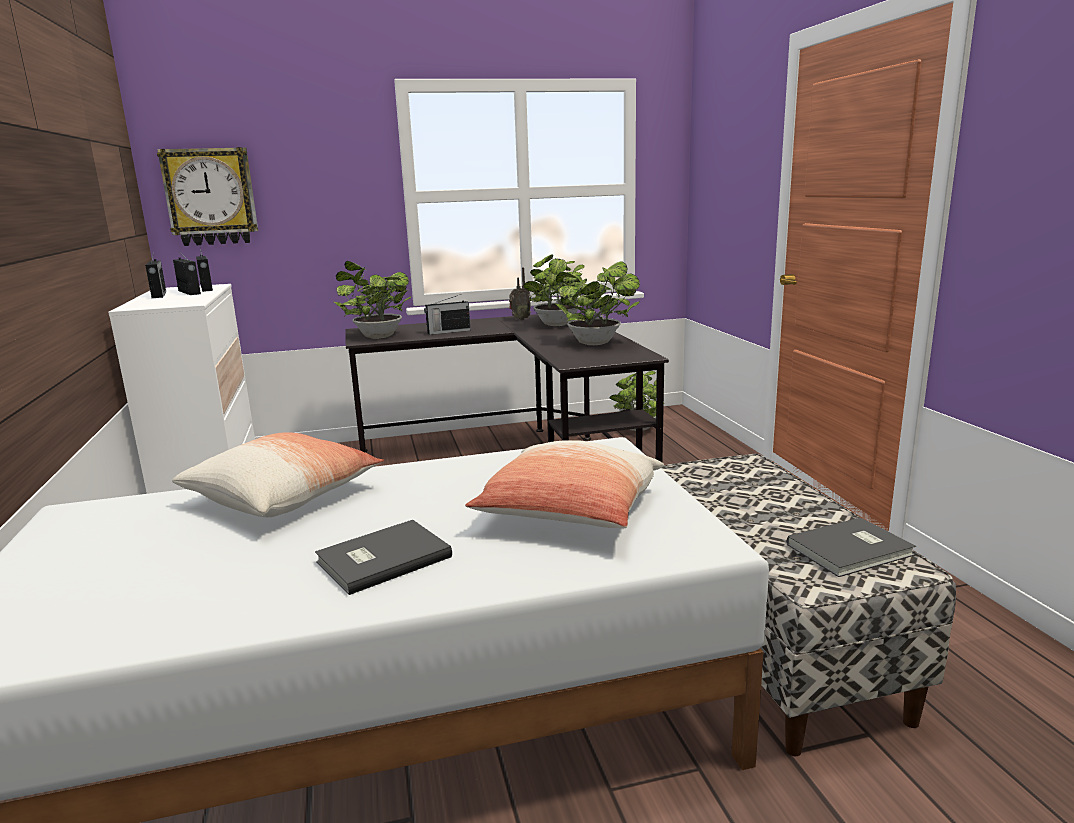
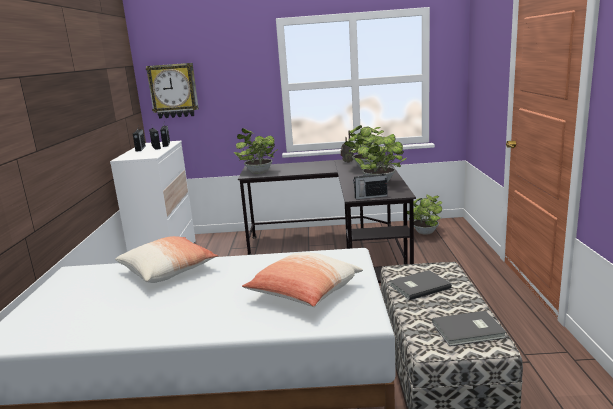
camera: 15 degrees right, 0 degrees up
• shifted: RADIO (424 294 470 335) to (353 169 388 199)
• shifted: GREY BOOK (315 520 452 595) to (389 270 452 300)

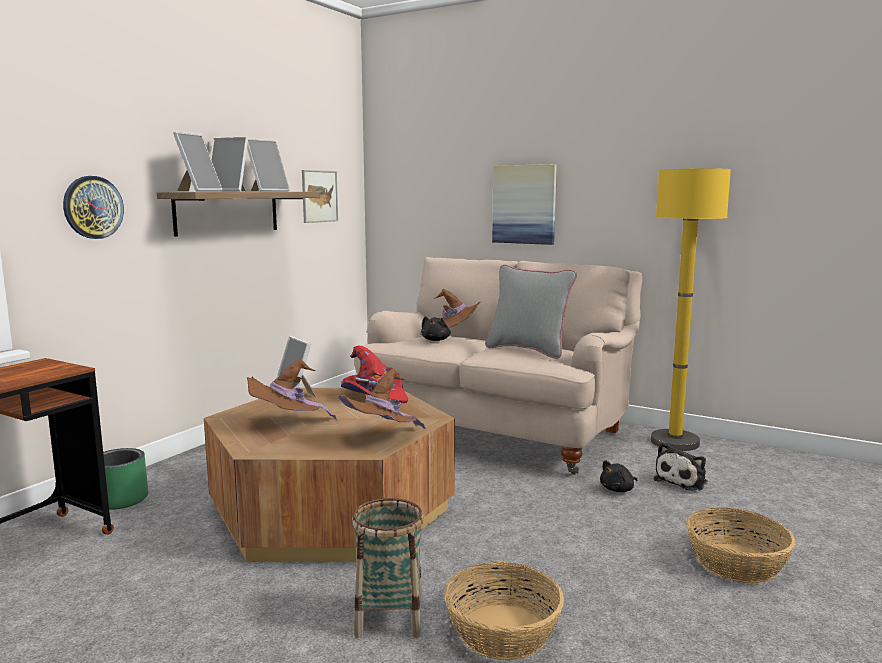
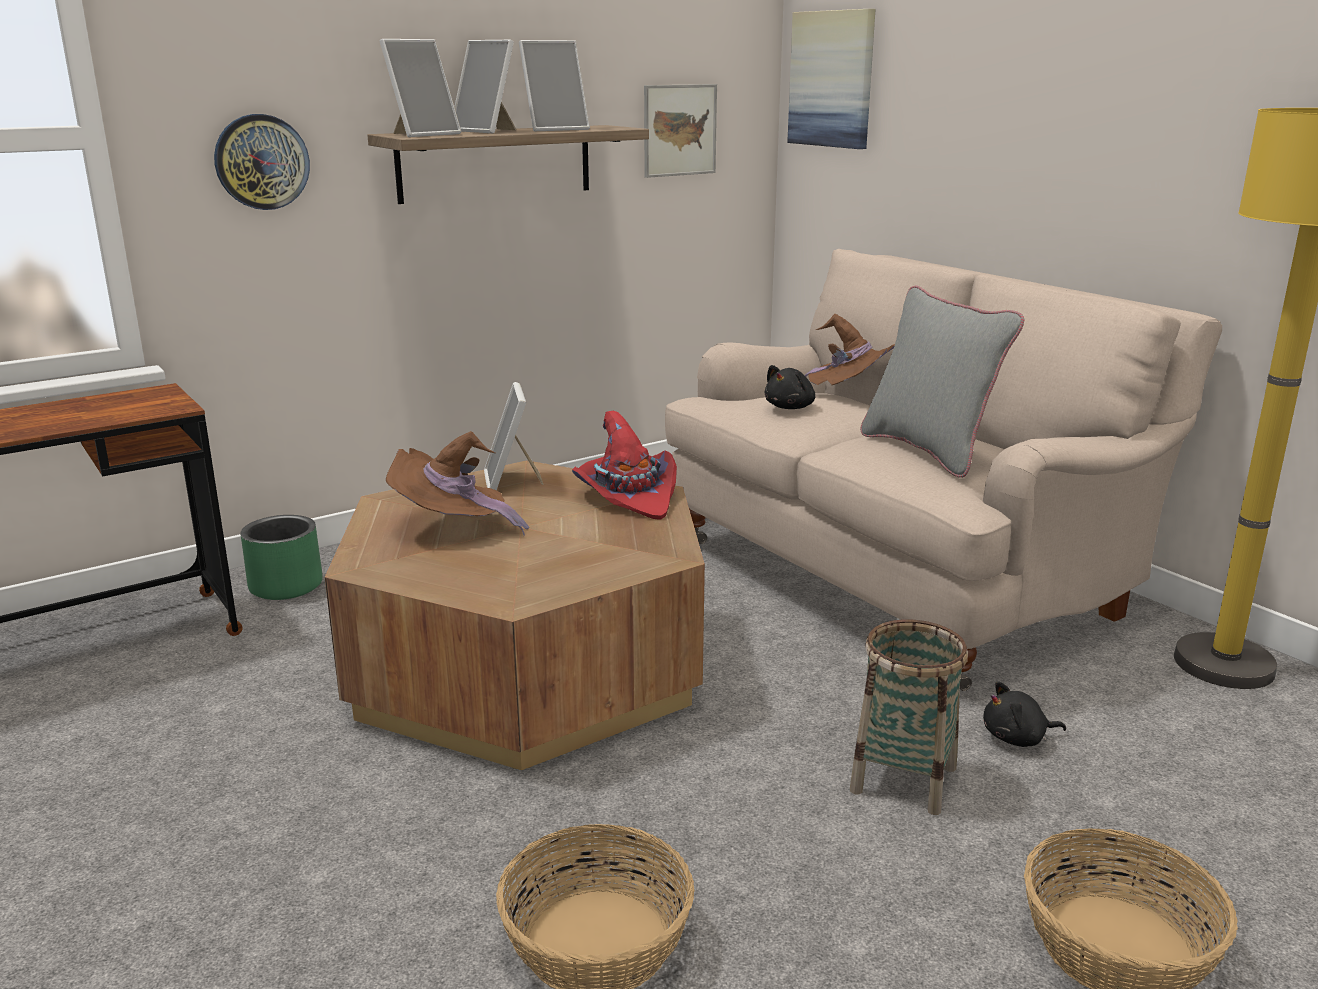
camera: 25 degrees right, 10 degrees up
• shifted: PICTURE (492 164 557 245) to (787 9 875 149)
• gone: BROWN HAT (338 368 426 429)
• gone: PLUSH TOY (654 442 708 491)
• shifted: BASKET (352 498 424 638) to (850 619 968 815)

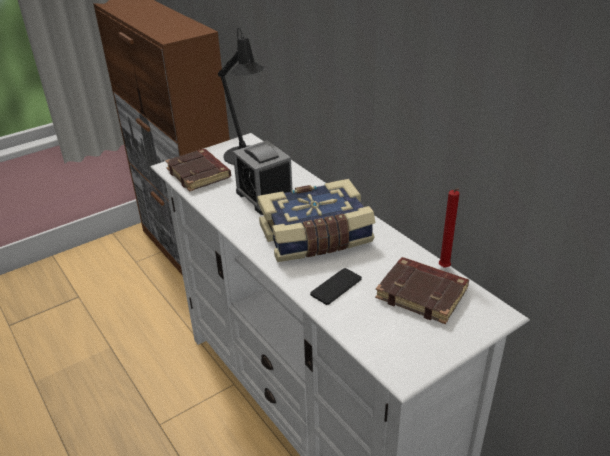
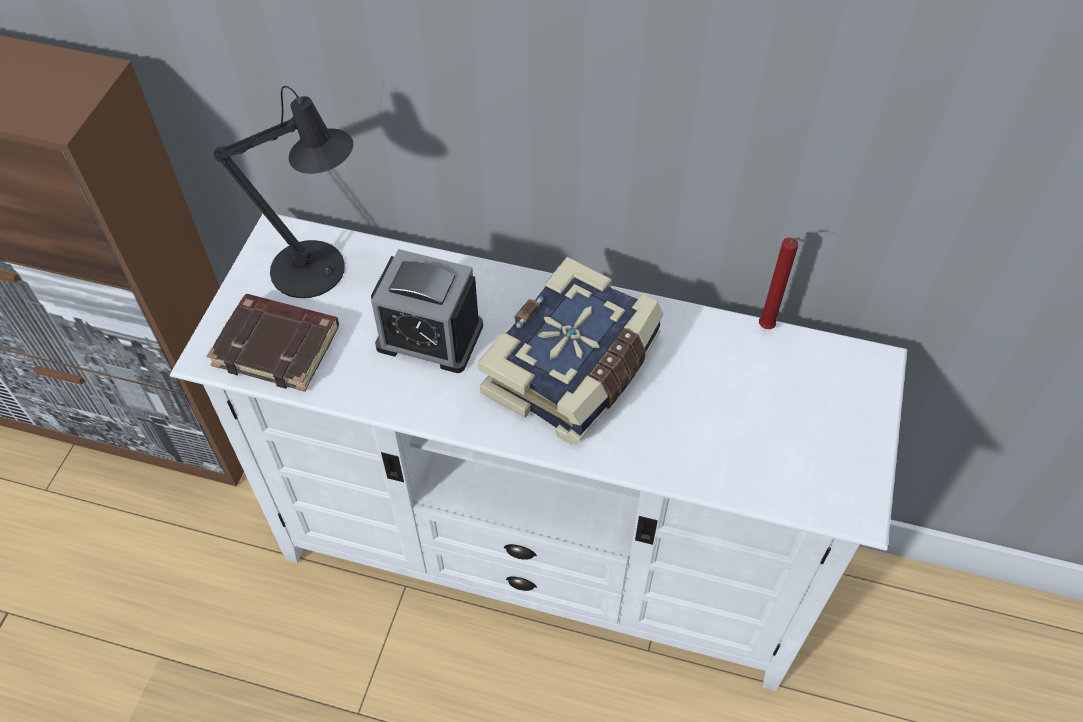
camera: 40 degrees left, 20 degrees up
• gone: BROWN BOOK (375 257 469 324)
• gone: PHONE (310 268 362 305)

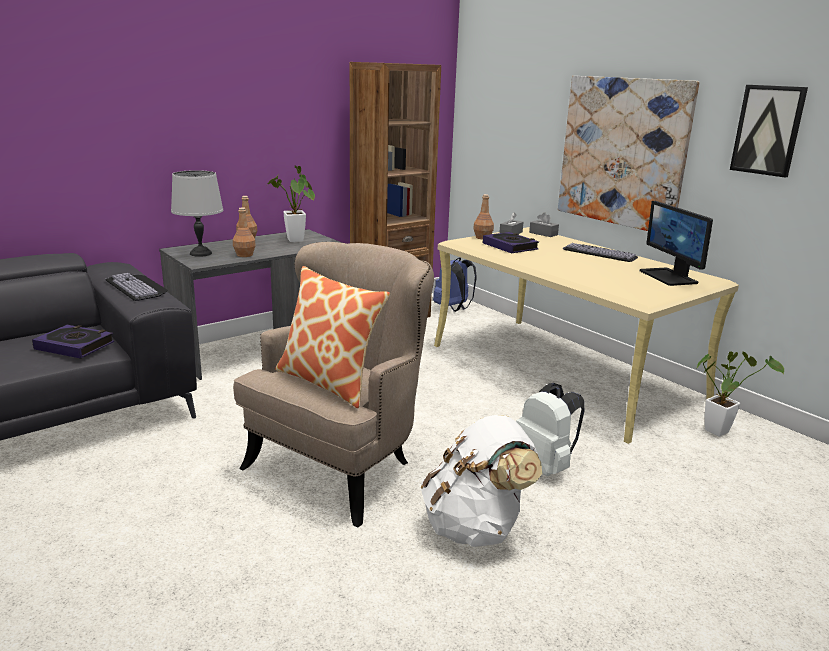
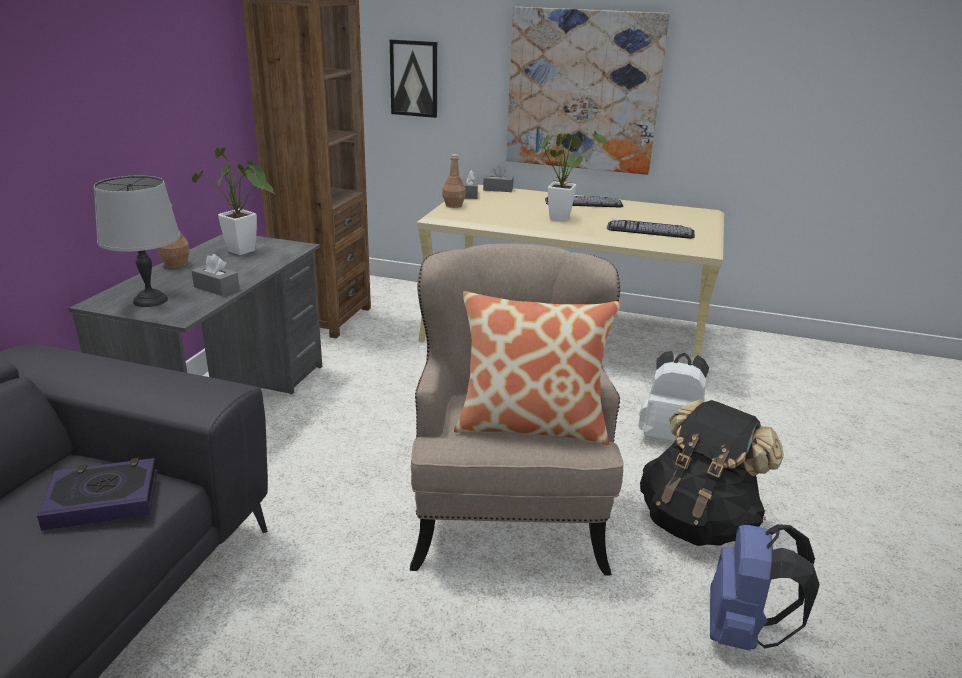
camera: 35 degrees left, 5 degrees up
• shifted: PICTURE (730 85 808 178) to (390 39 437 118)
• gone: MONITOR (640 201 713 286)
• swapped: BROWN BOTTLE (233 207 256 257) to GREY TISSUE BOX (192 254 239 296)
• gone: BOOK (483 232 539 253)
• shifted: BLUE BACKPACK (433 257 477 312) to (710 524 820 651)
• shifted: KEYBOARD (105 273 168 301) to (607 220 695 239)
• shifted: POTTED PLANT (697 352 784 437) to (541 130 608 222)
• repainted: WHITE BACKPACK (421 415 542 547) to BLACK BACKPACK (640 400 784 546)

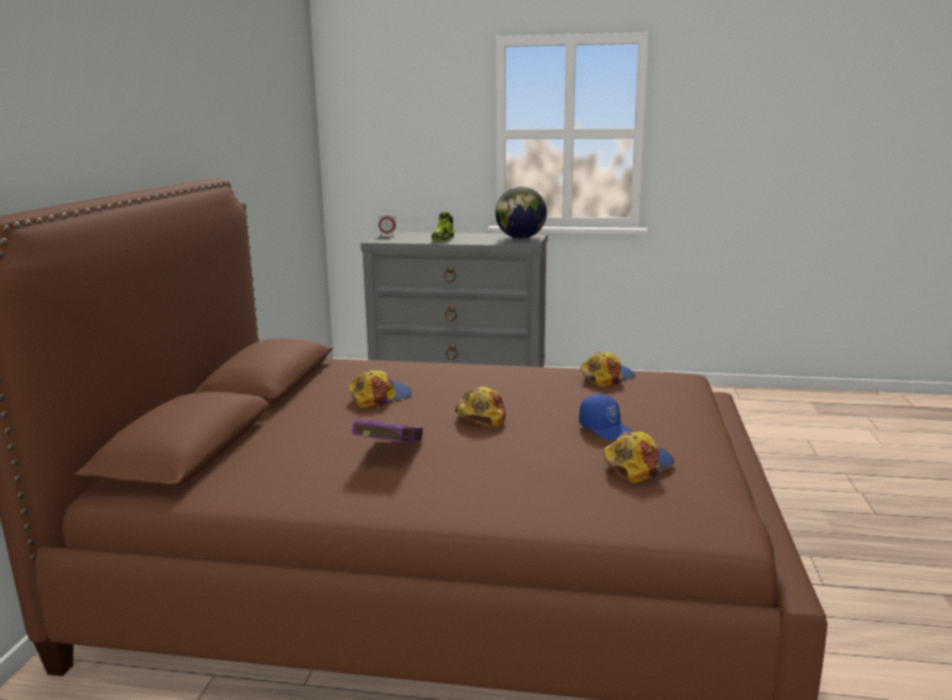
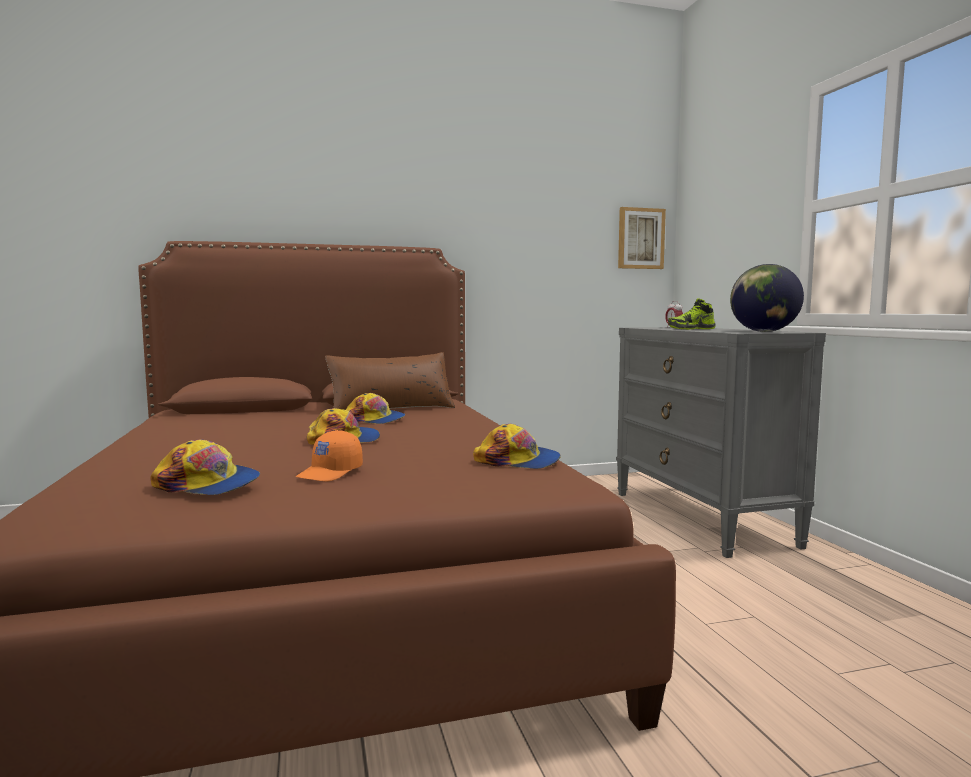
camera: 65 degrees right, 10 degrees down
• repainted: BLUE CAP (579 394 633 440) to ORANGE CAP (296 430 363 481)
• gone: PURPLE BOOK (352 421 423 443)
• new: PICTURE (618 207 666 269)
• new: BROWN PILLOW (325 352 455 410)

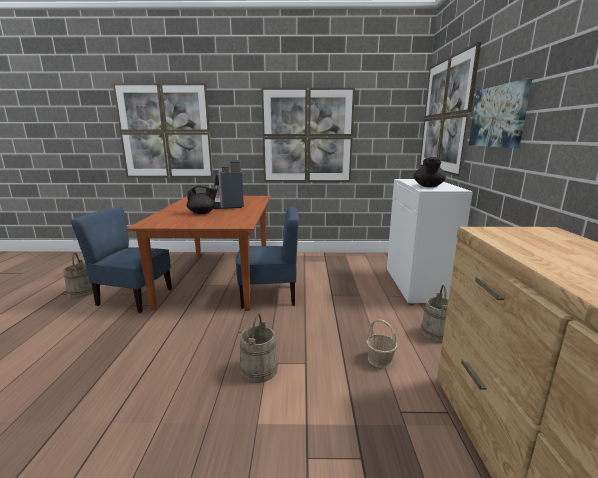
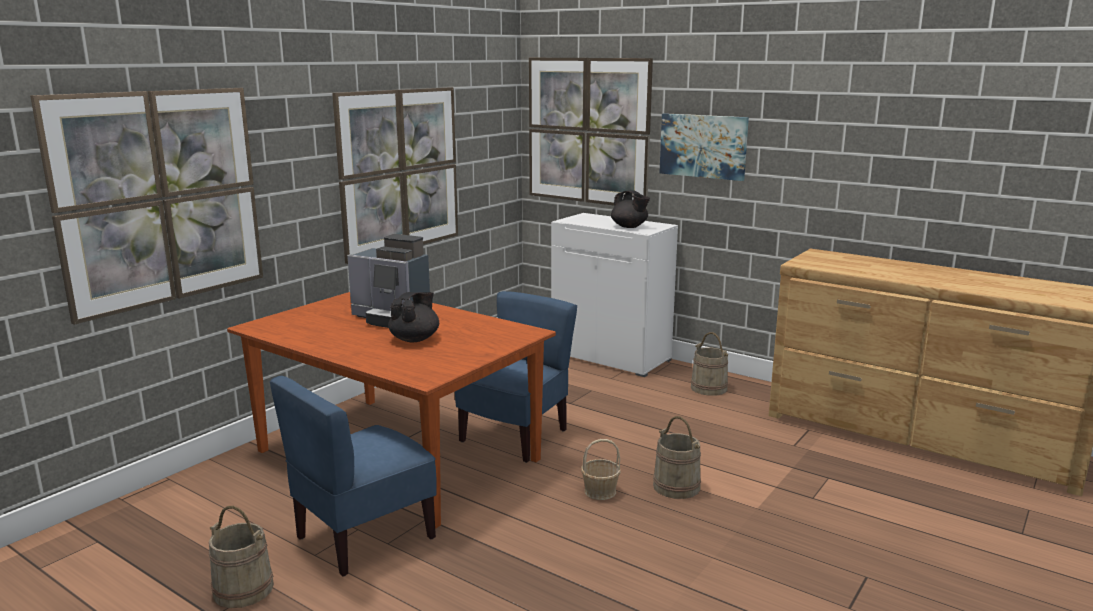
camera: 55 degrees left, 0 degrees up
• shifted: BASKET (366 319 397 368) to (581 439 621 500)

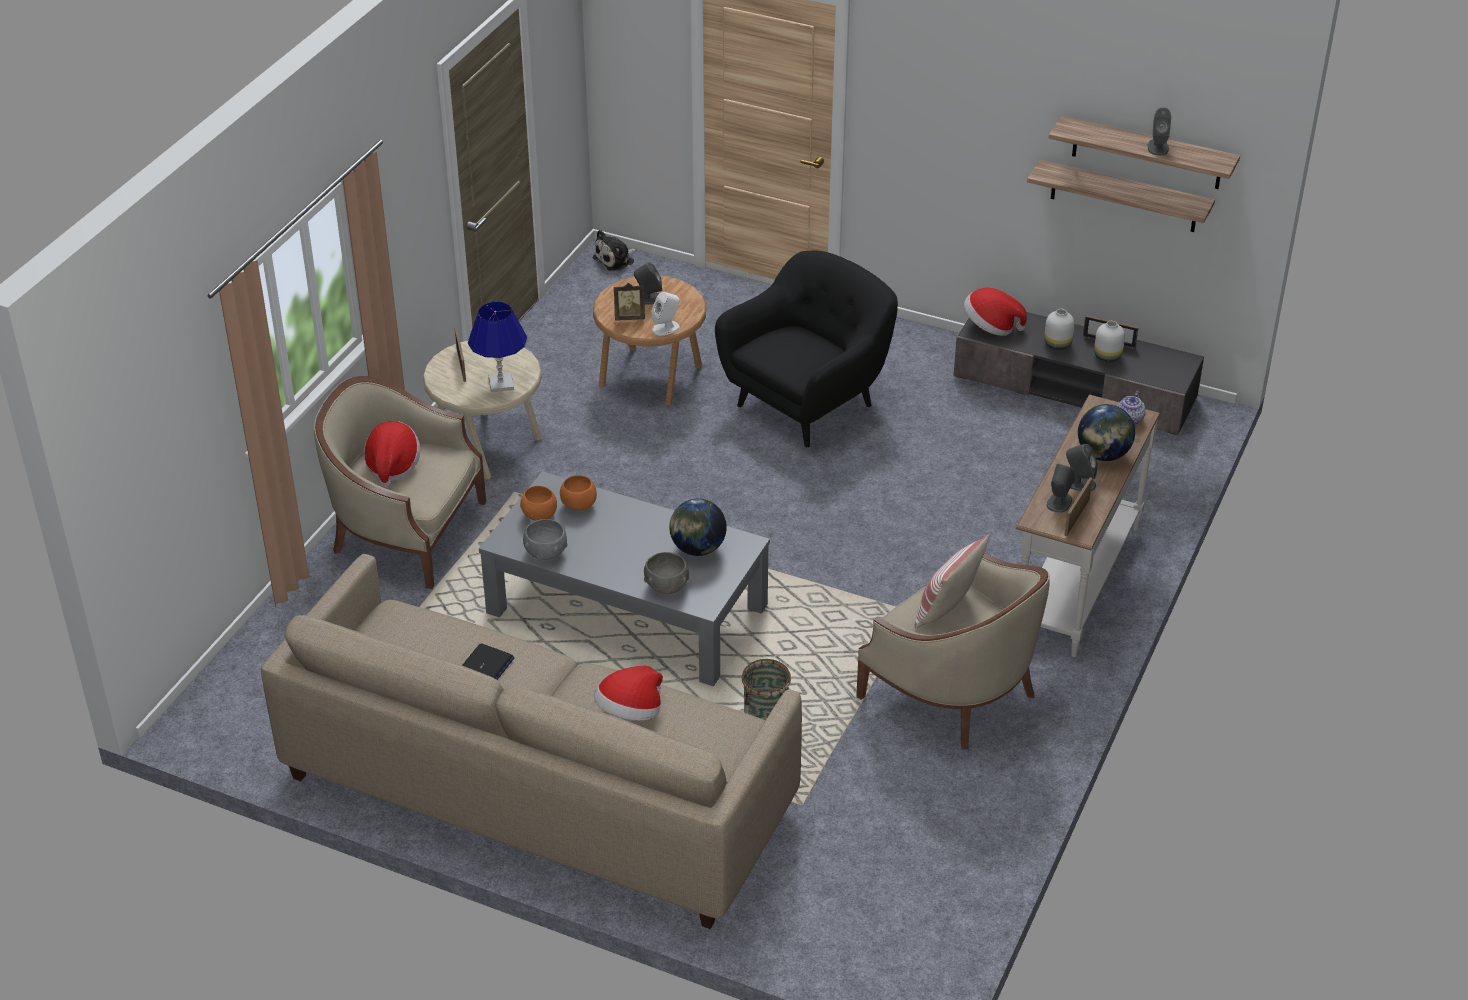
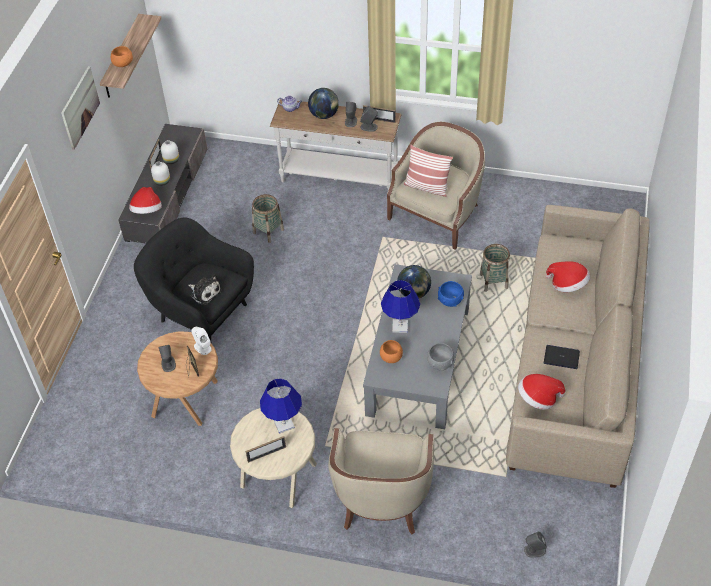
camera: 100 degrees left, 10 degrees up
• shifted: GREY SPEAKER (1148 107 1171 155) to (524 532 547 558)
• gone: SHELF (1027 159 1215 232)
• shifted: PLUSH TOY (593 230 637 271) to (188 274 222 306)
• shifted: HAT (364 421 420 487) to (518 374 565 410)
• shifted: ORANGE BOWL (520 486 557 521) to (111 46 133 67)
• repainted: GREY BOWL (644 552 689 594) to BLUE BOWL (438 281 464 307)
• new: PICTURE (61 66 100 150)
• new: BASKET (252 194 284 243)
• new: BLUE TABLE LAMP (381 280 420 333)

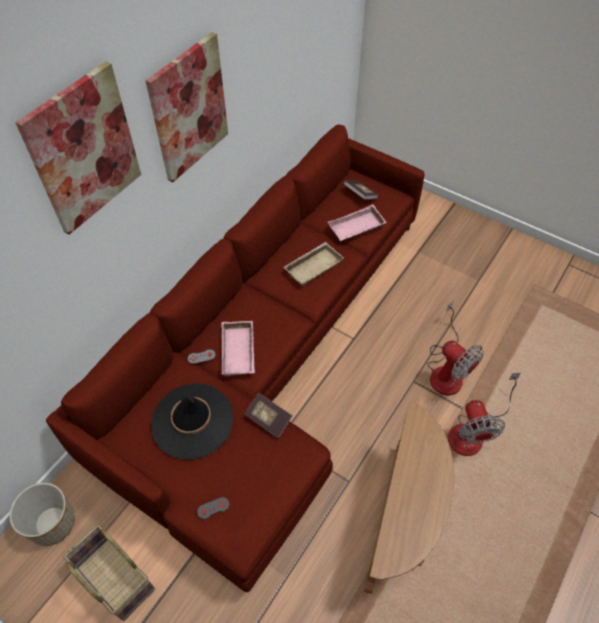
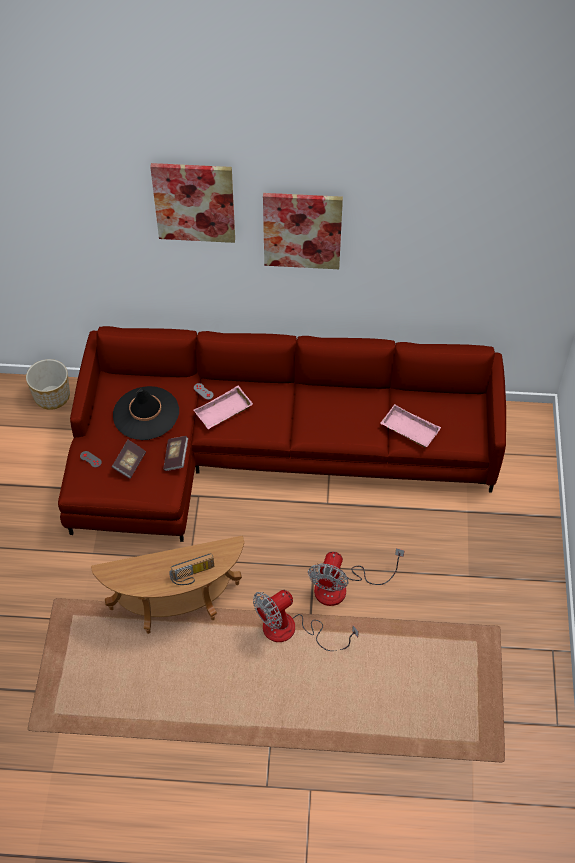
camera: 60 degrees right, 0 degrees up
• shifted: BOOK (344 180 379 200) to (112 440 146 479)
• gone: BEIGE TRAY (284 242 344 286)
• gone: BASKET (63 525 155 621)
• new: RADIO (169 554 214 585)

